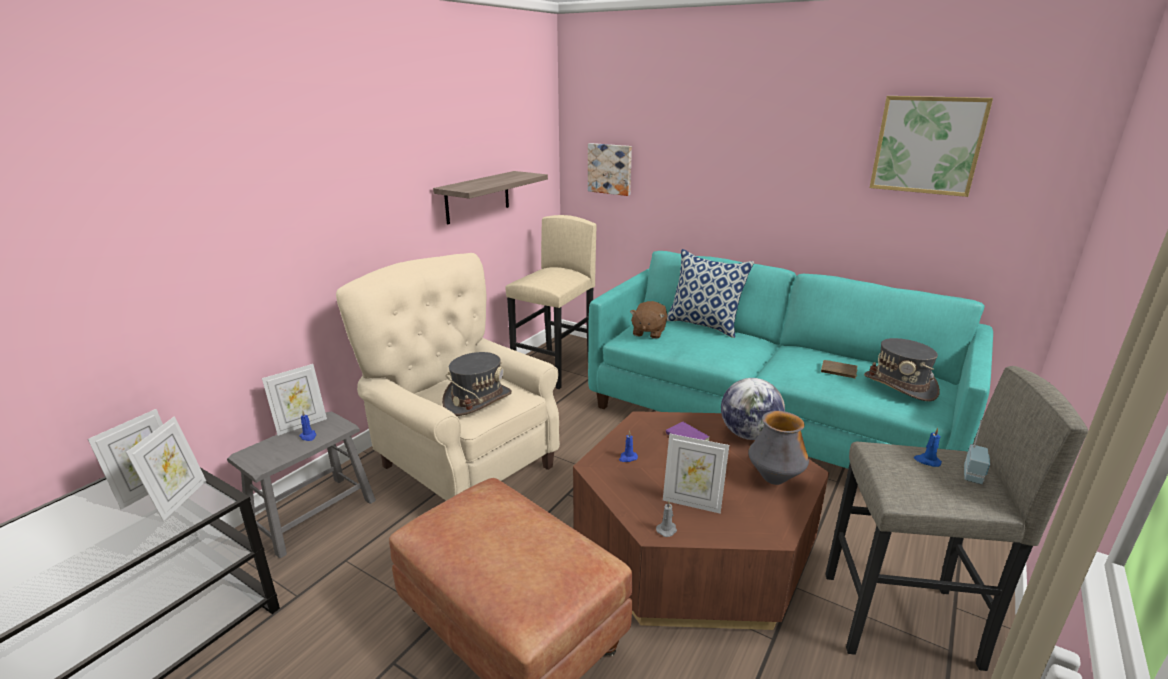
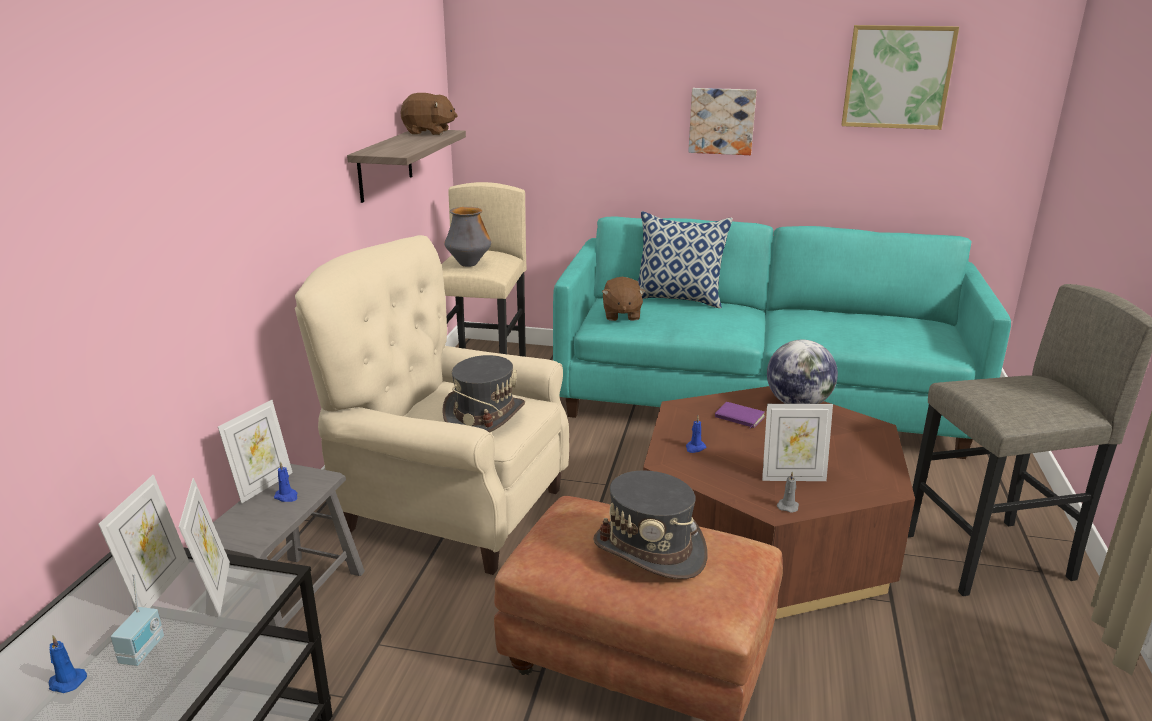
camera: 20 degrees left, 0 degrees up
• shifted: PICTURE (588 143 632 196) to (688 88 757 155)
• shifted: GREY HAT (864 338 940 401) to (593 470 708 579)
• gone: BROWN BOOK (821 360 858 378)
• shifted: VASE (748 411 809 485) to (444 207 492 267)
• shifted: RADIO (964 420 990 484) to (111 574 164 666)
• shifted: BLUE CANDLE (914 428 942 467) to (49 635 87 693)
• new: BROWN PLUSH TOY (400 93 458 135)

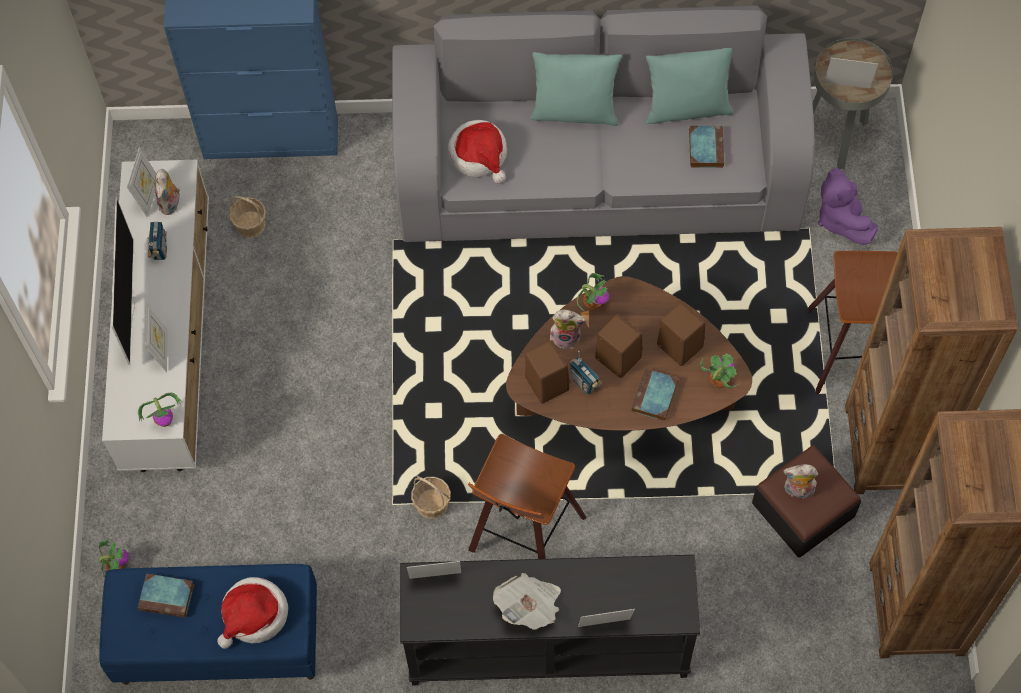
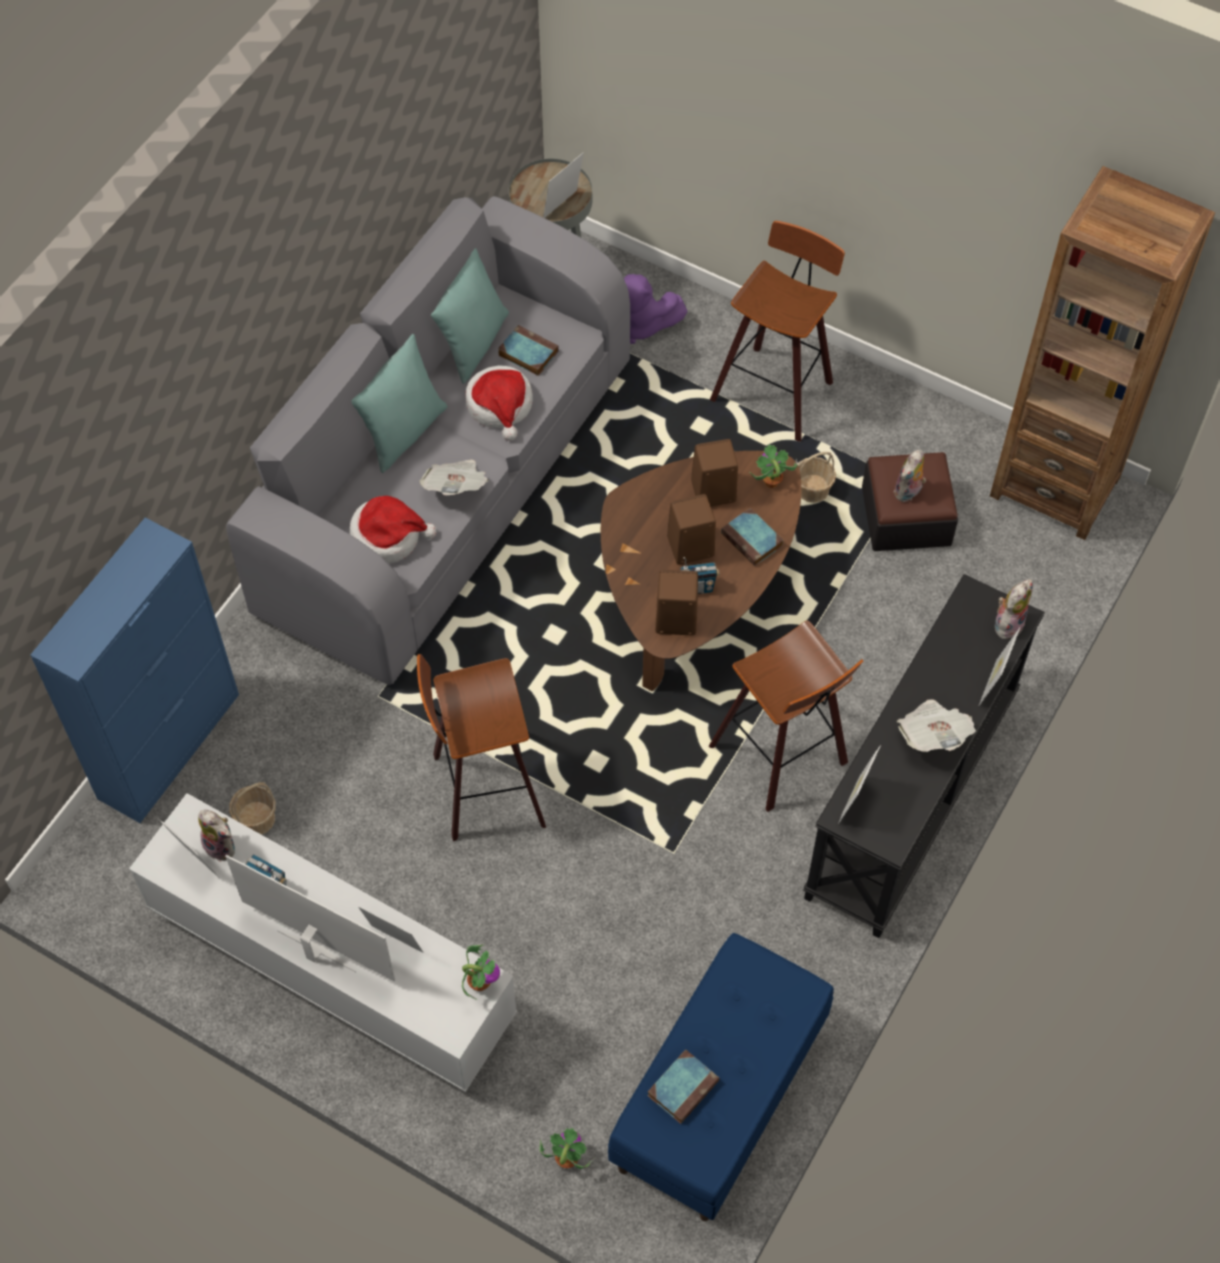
camera: 60 degrees left, 5 degrees down
• gone: BROWN BOOKCASE (845 227 1018 494)
• gone: POTTED PLANT (577 273 609 312)
• shifted: PLUSH TOY (550 309 586 349) to (995 579 1033 641)
• shifted: BASKET (411 476 451 519) to (798 452 836 503)
• shifted: HAT (217 577 288 649) to (465 365 533 441)
• new: NEWSPAPER (420 459 489 495)
• new: STOOL (417 654 546 841)

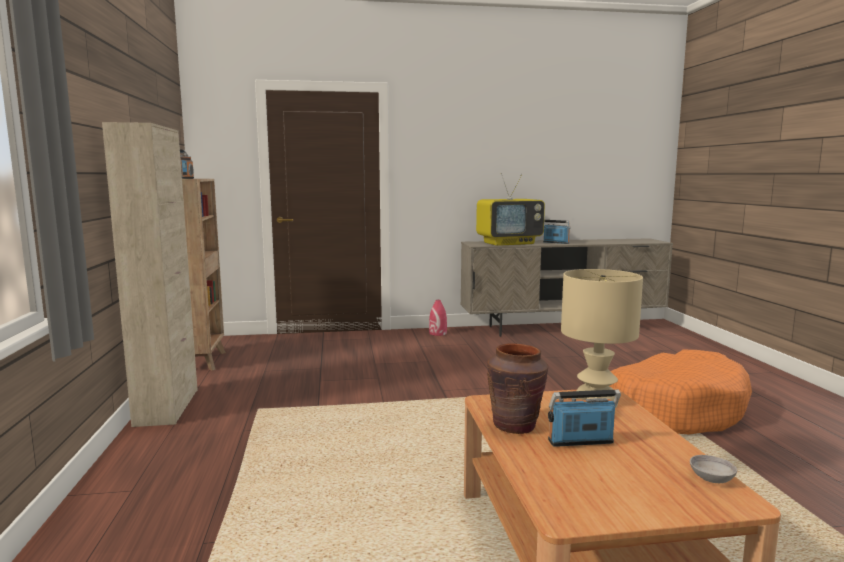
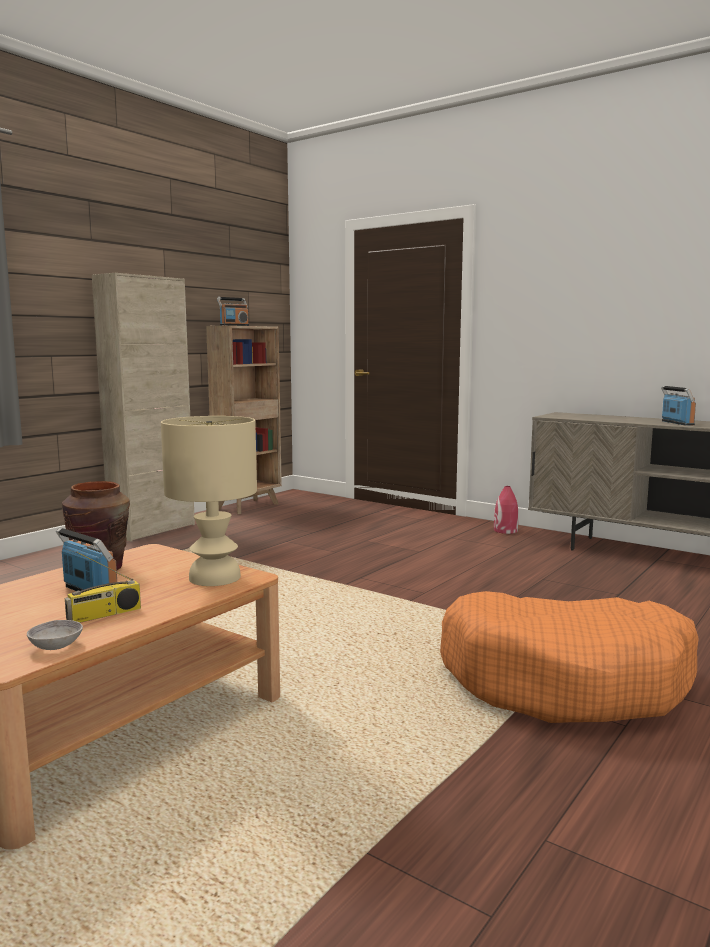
camera: 45 degrees right, 0 degrees up
• gone: TELEVISION (476 173 545 246)
• new: RADIO (65 552 141 623)

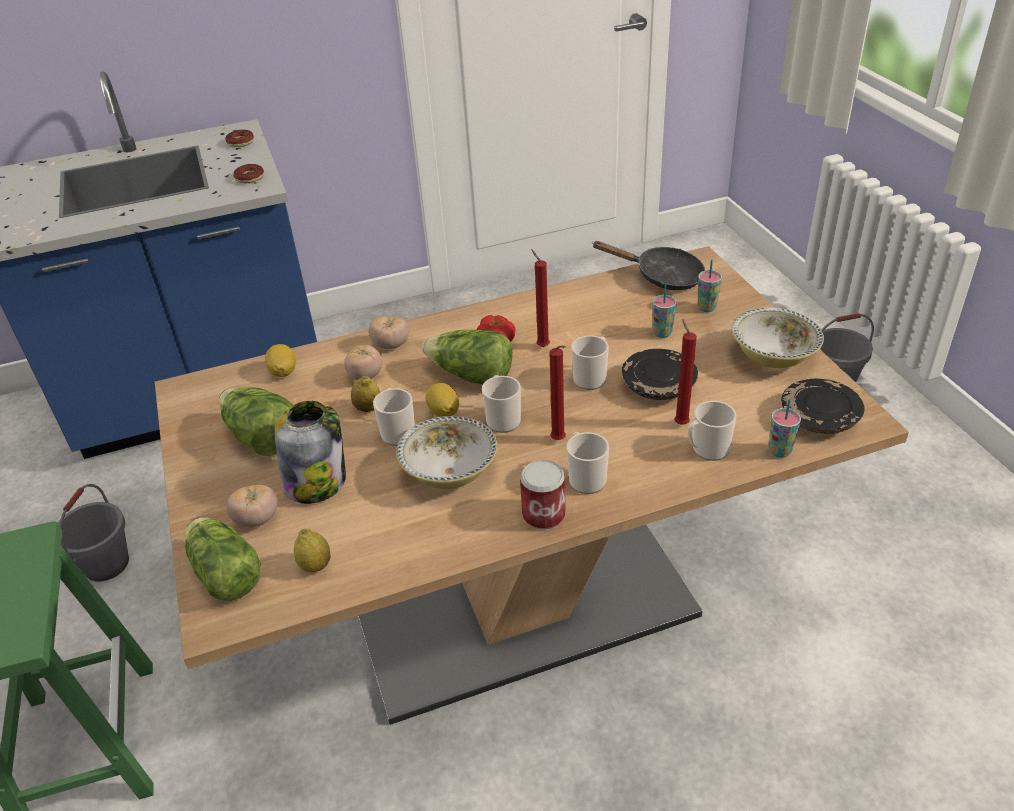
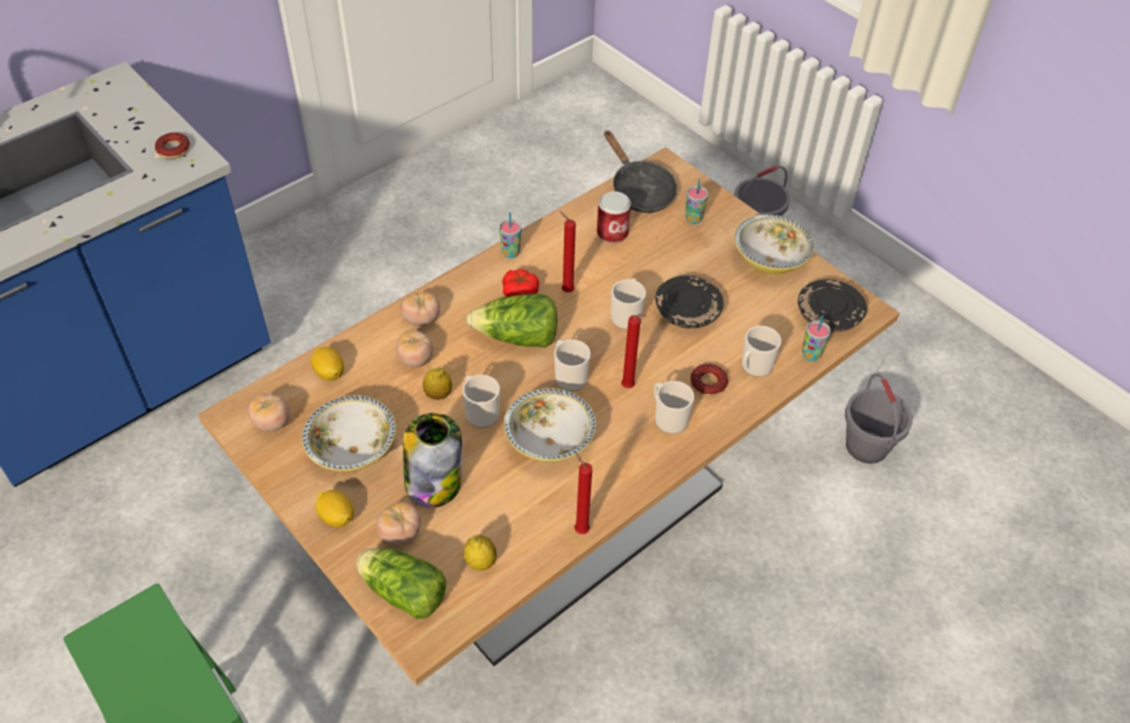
camera: 25 degrees left, 10 degrees up
• shifted: DONUT (226 130 254 147) to (690 364 728 396)
• rotated: BLACK FRYING PAN (592 241 705 290) = (604 130 677 213) 60 degrees clockwise
• shifted: CUP (652 284 677 338) to (499 213 521 258)
• shifted: RED CANDLE (674 318 697 425) to (575 453 592 534)
• shifted: LEMON (426 383 459 417) to (316 490 354 527)
• swapped: LETTUCE (219 387 293 456) to BOWL (302 395 396 472)
• shifted: CAN (520 460 566 529) to (597 191 631 243)
• shifted: GREY BUCKET (57 484 129 581) to (845 374 913 464)
• new: TOMATO (248 394 290 431)

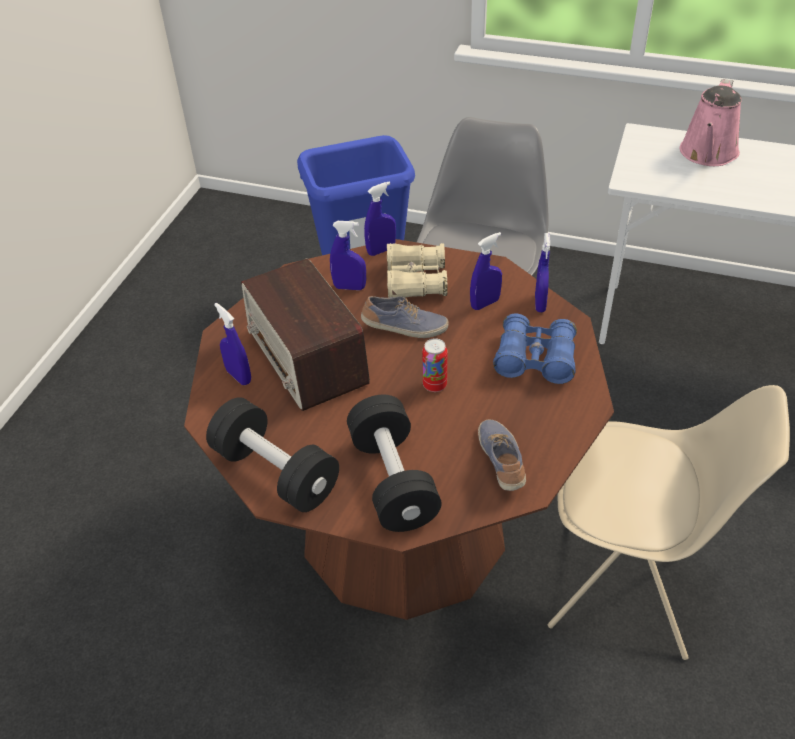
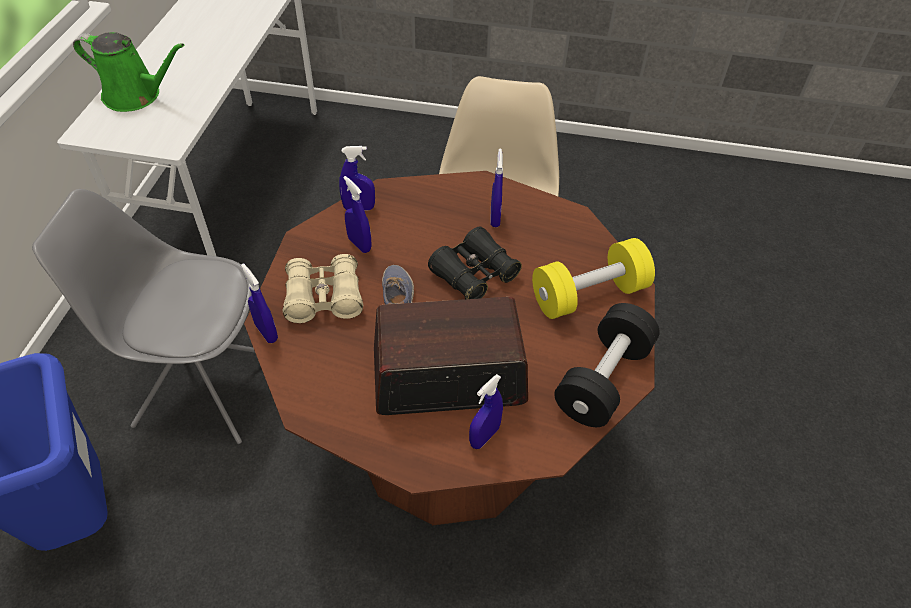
camera: 100 degrees left, 5 degrees up
• repainted: PINK WATERING CAN (680 79 742 166) to GREEN WATERING CAN (73 32 184 112)
• shifted: BLUE SPRAY BOTTLE (330 221 366 290) to (491 149 503 227)
• rotated: RADIO (241 258 370 411) = (374 297 528 415) 150 degrees counterclockwise
• gone: BLUE BINOCULARS (493 313 577 384)
• swapped: CAN (422 338 448 392) to BLACK BINOCULARS (428 227 522 299)
• repainted: BLACK DUMBBELL (347 395 442 532) to YELLOW DUMBBELL (532 238 655 319)
• gone: SHOE (478 420 526 491)

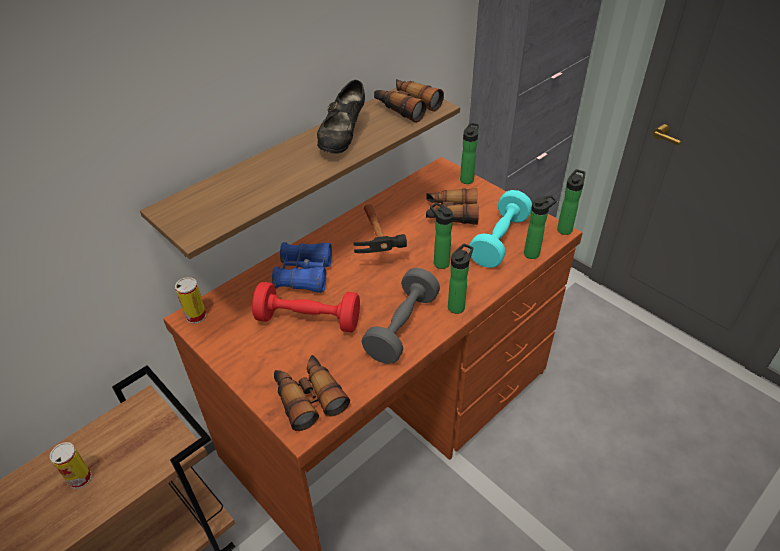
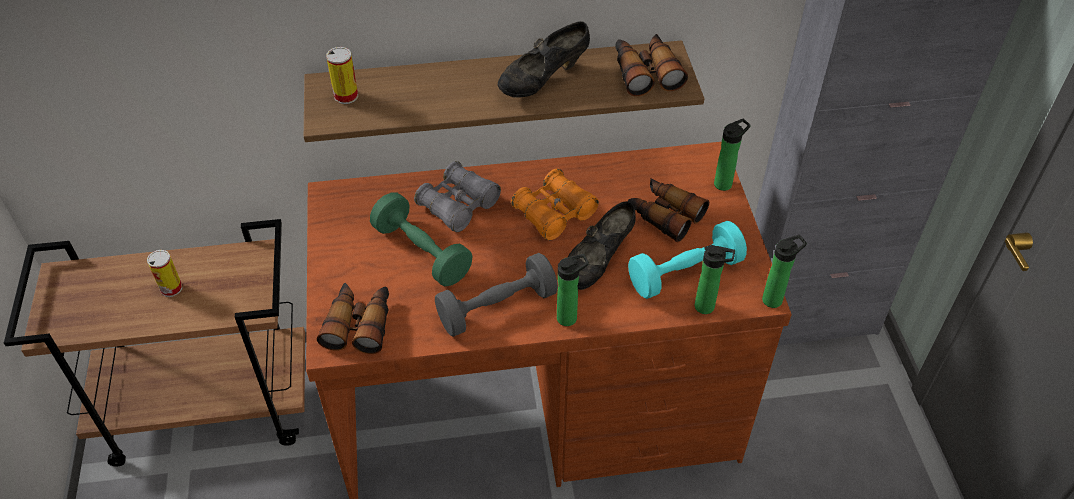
camera: 35 degrees right, 5 degrees up
• swapped: BOTTLE (430 202 453 269) to BLACK SHOE (568 201 636 290)
• swapped: HAMMER (353 204 407 253) to ORANGE BINOCULARS (511 169 599 240)
• repainted: BLUE BINOCULARS (272 242 332 293) to GREY BINOCULARS (414 161 501 232)
• shifted: CAN (175 277 207 324) to (326 47 358 104)
• repainted: RED DUMBBELL (252 282 360 332) to GREEN DUMBBELL (370 192 473 286)

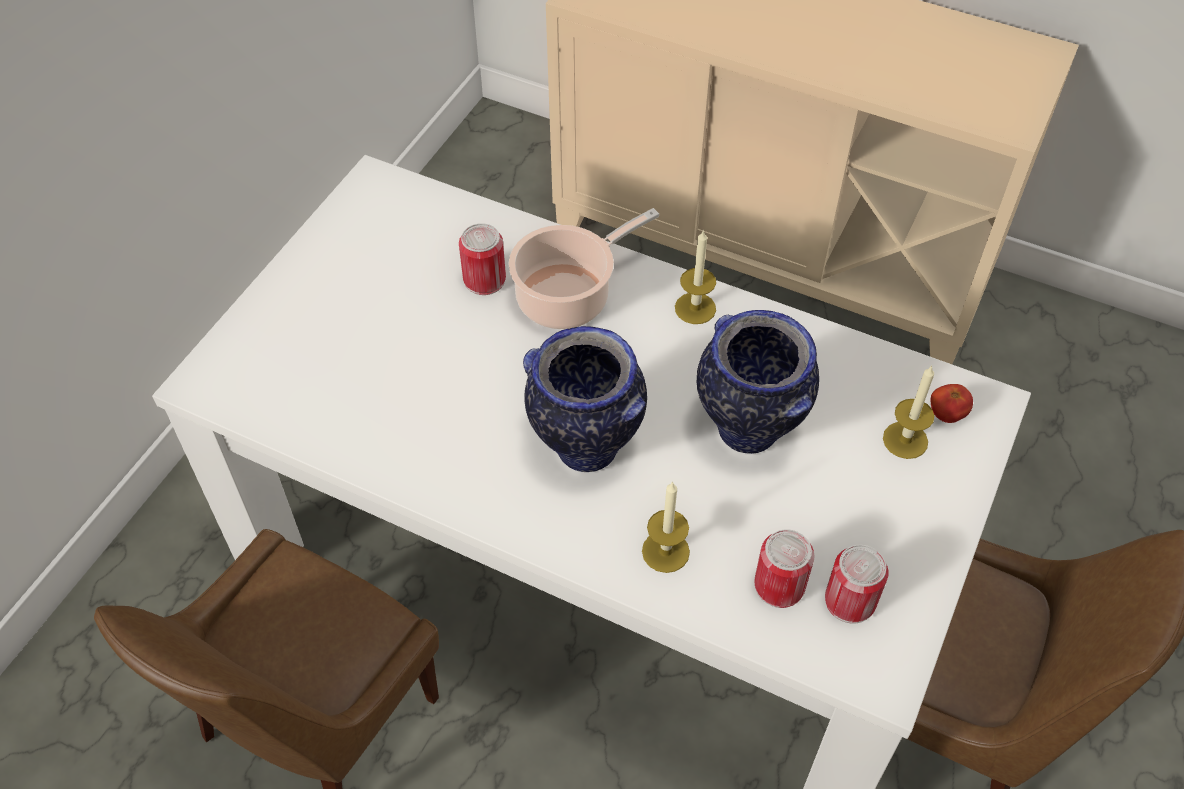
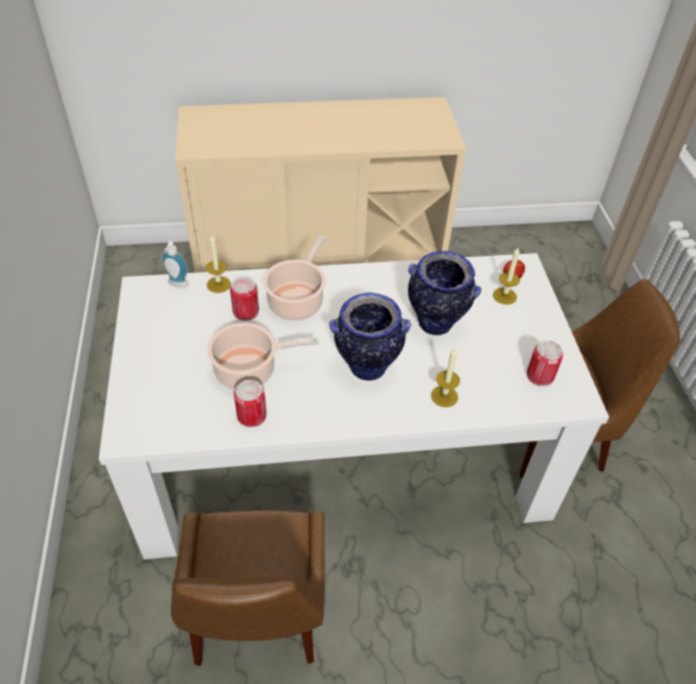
camera: 35 degrees left, 5 degrees down
• shifted: CANDLE (675 229 716 324) to (206 235 231 293)
• shifted: CAN (754 529 814 608) to (234 380 267 427)
• new: SOAP DISPENSER (161 242 189 288)
• new: COOKING POT (207 323 319 390)

